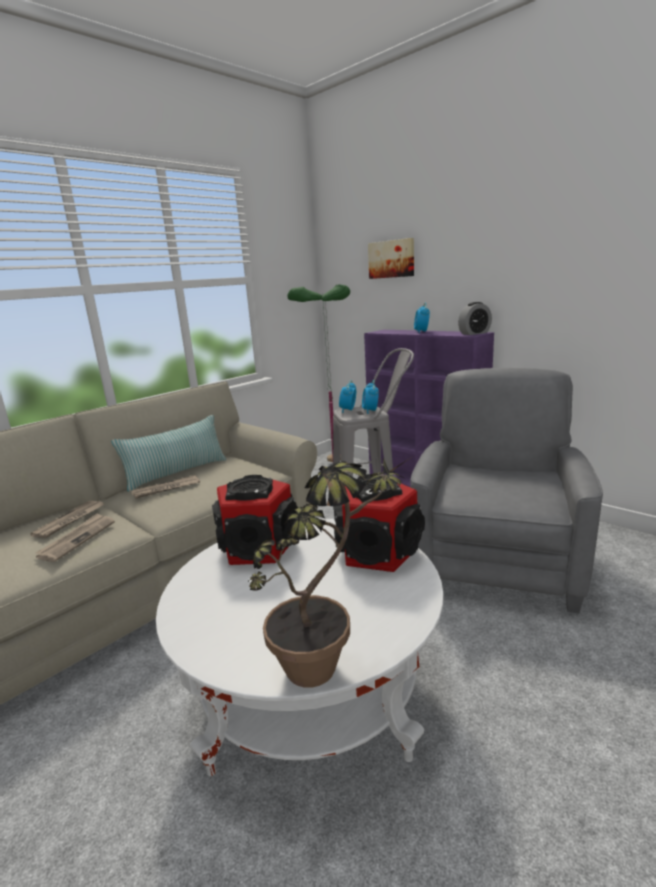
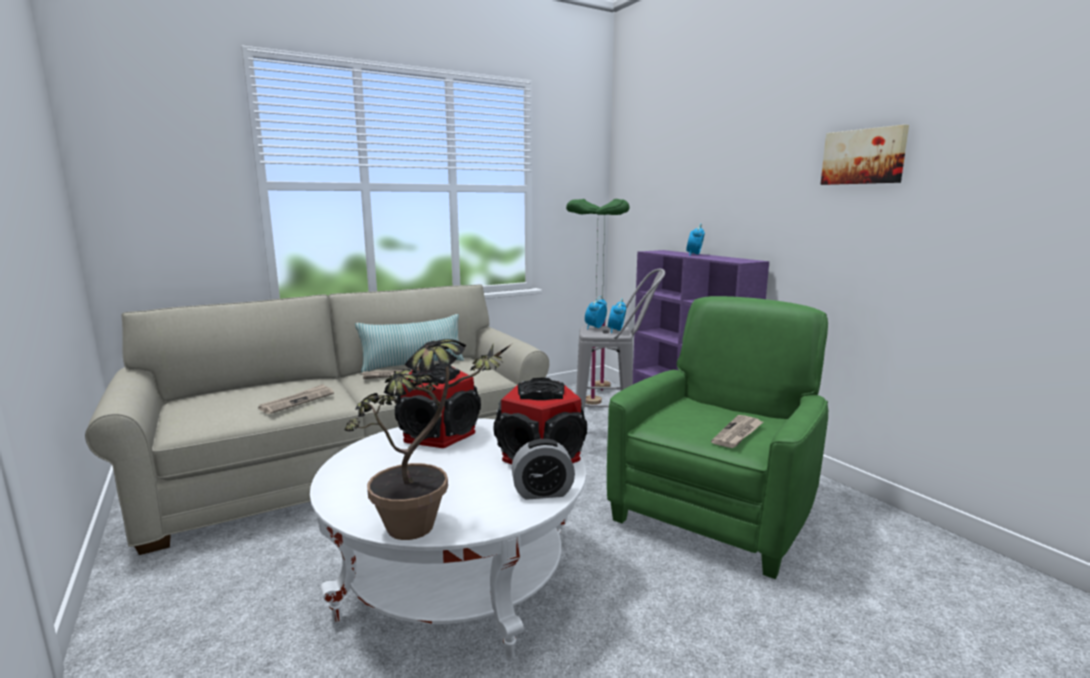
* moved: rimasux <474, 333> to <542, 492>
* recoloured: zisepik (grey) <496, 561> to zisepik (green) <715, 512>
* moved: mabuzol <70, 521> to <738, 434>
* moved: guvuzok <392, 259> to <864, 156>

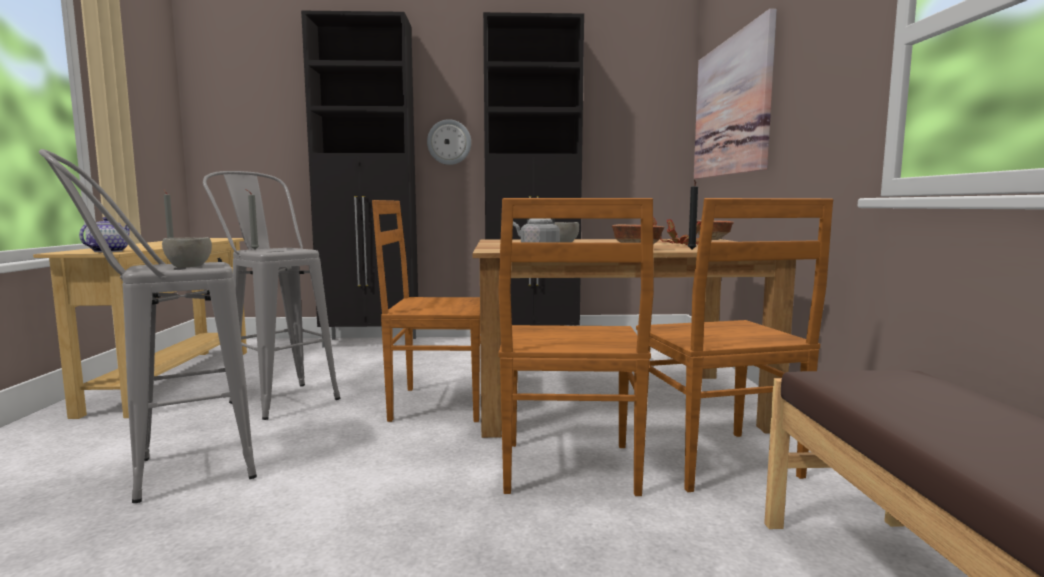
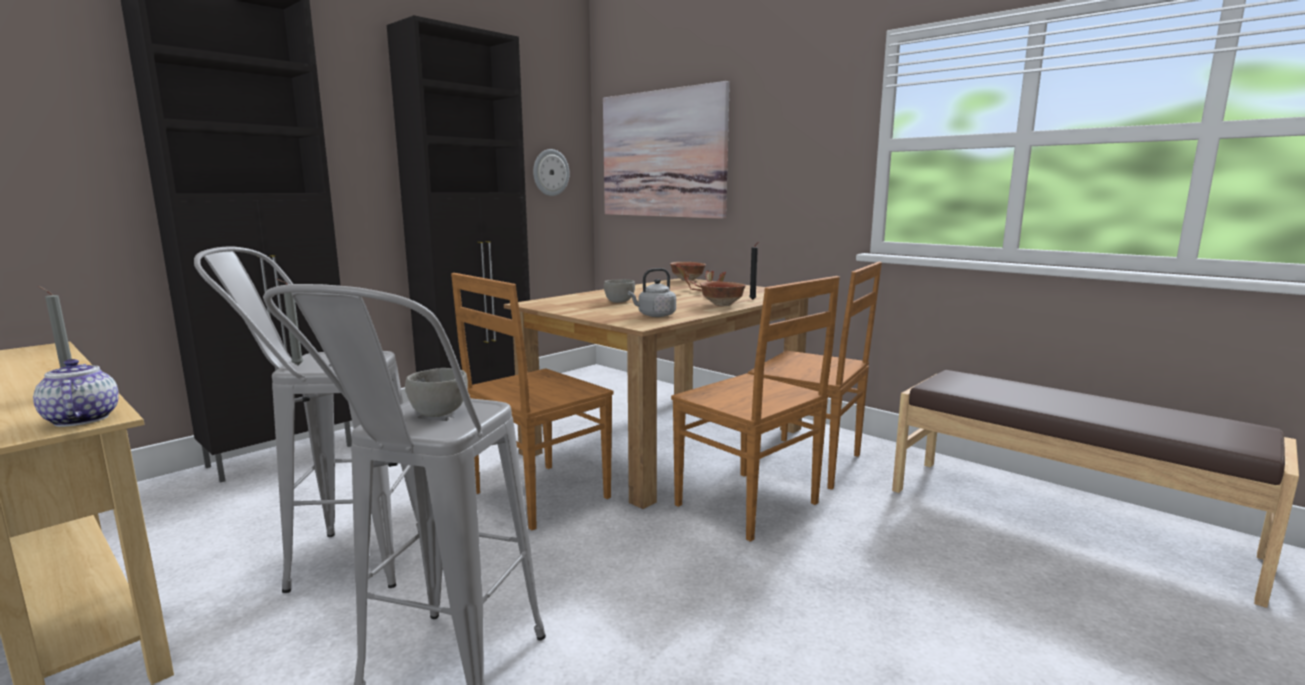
* moved: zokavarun <449, 142> to <550, 172>

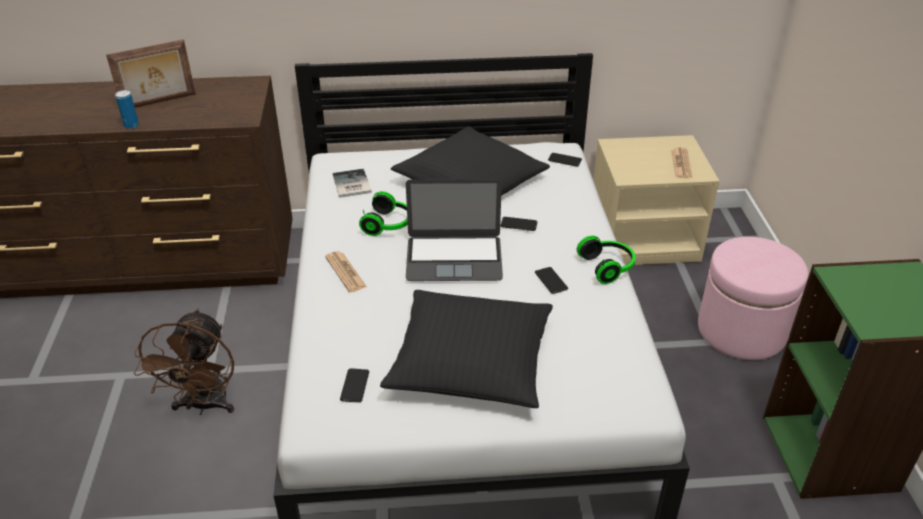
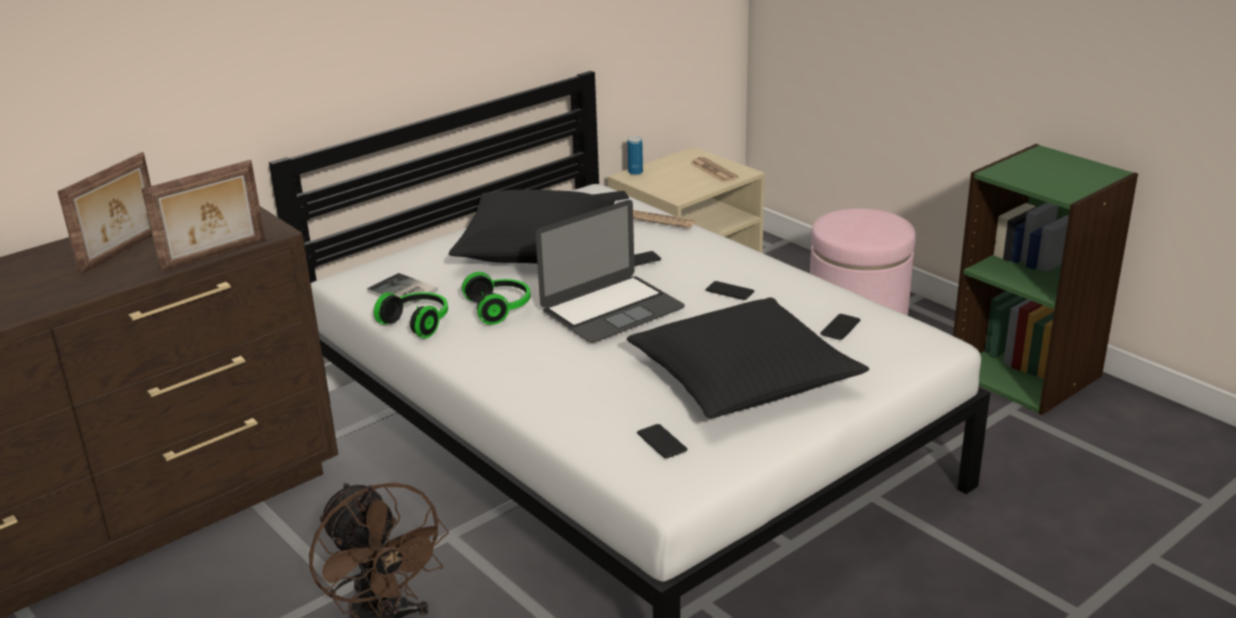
* added: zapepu <215, 256>
* moved: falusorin <608, 267> to <418, 323>
* moved: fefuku <131, 125> to <635, 172>
* moved: mabuzol <345, 272> to <660, 220>
* added: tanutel <840, 327>

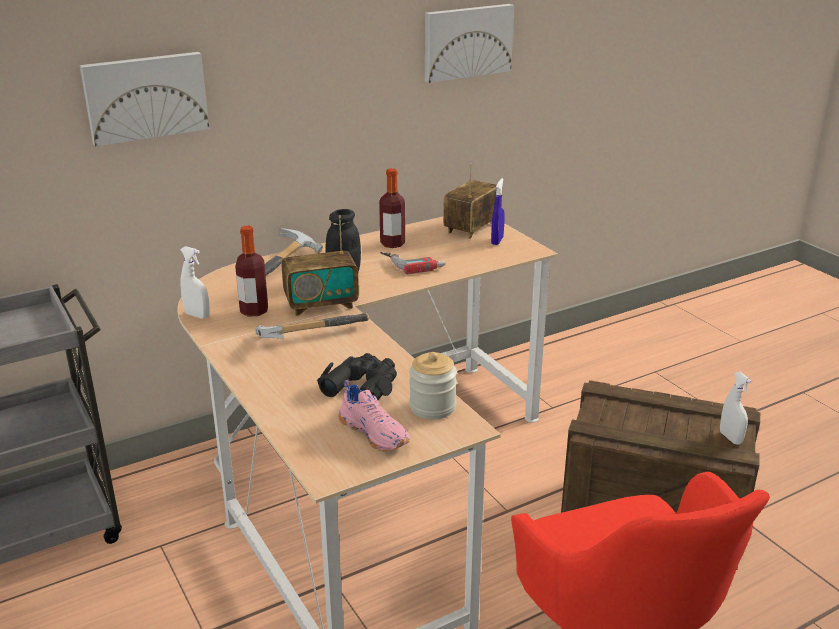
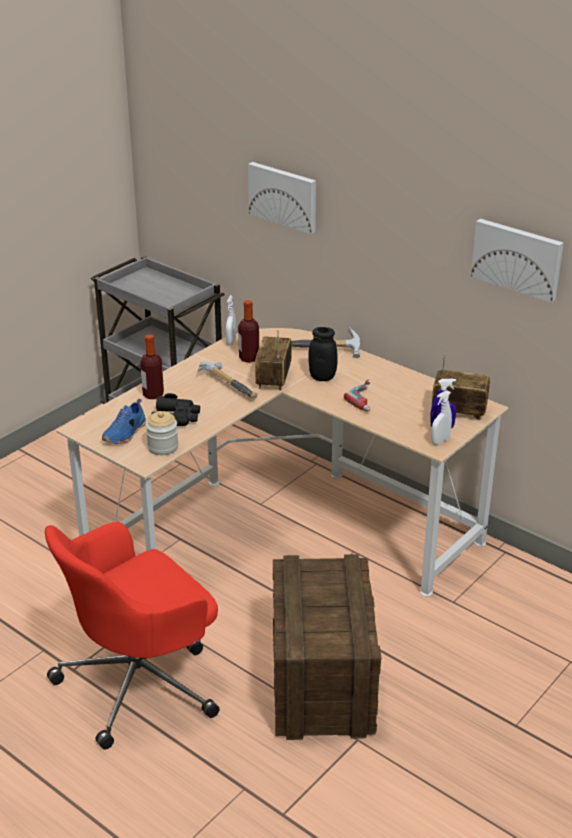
* recoloured: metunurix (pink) <375, 433> to metunurix (blue) <125, 434>
* moved: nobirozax <392, 244> to <153, 394>
* turned: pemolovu <321, 305> = <273, 379> 45 degrees clockwise
* moved: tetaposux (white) <730, 438> to <440, 441>

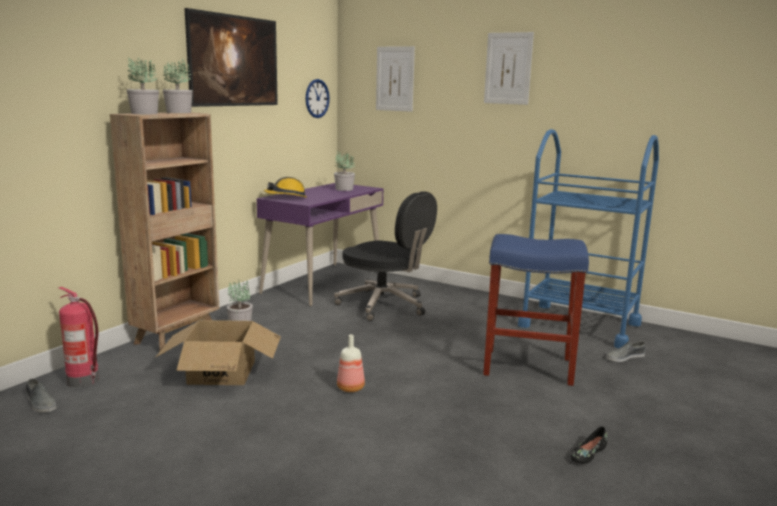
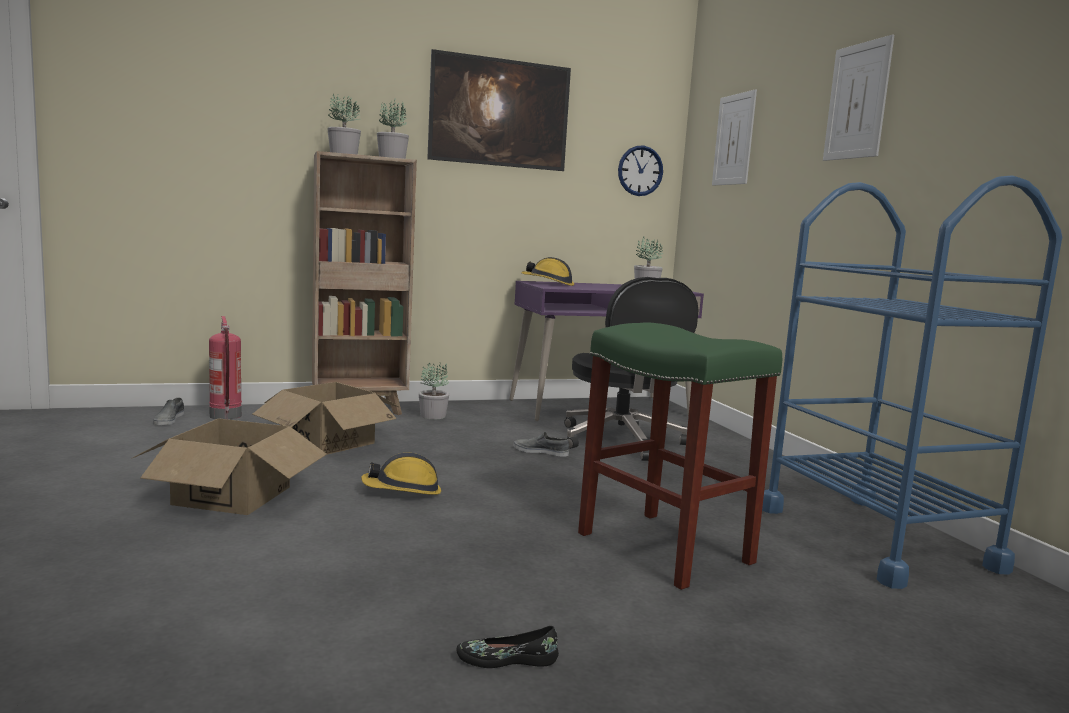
* added: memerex <231, 495>
* replaced: nobirozax <351, 388> to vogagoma <403, 490>
* moved: metunurix (grey) <625, 357> to <541, 451>
* recoloured: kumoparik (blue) <529, 366> to kumoparik (green) <666, 548>

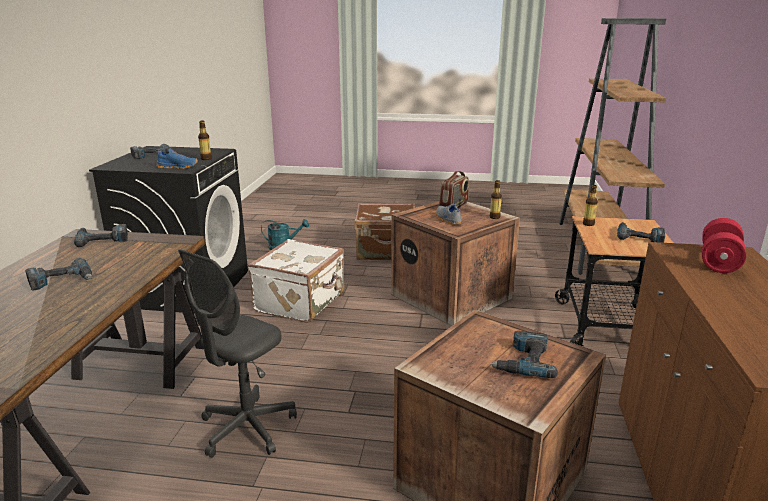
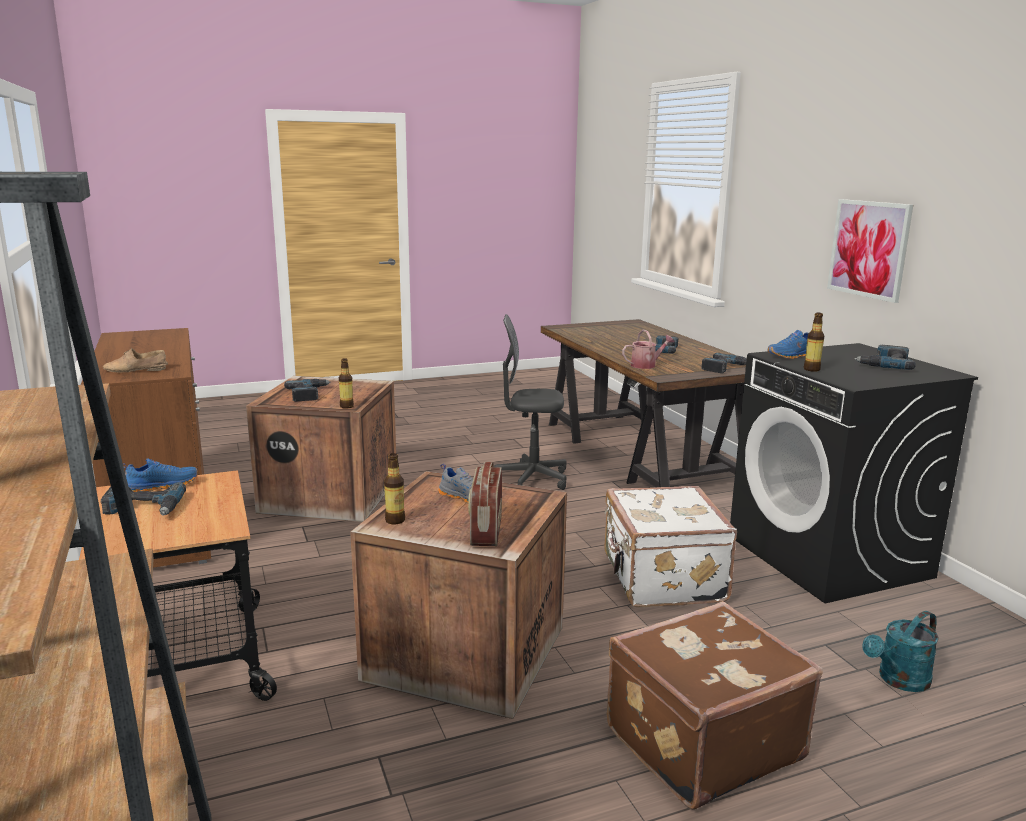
* replaced: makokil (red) <719, 261> to metunurix (beige) <135, 370>
* added: metunurix (blue) <161, 486>
* moved: nobirozax <588, 224> to <346, 406>
* turned: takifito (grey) <247, 428> = <531, 479> 90 degrees counterclockwise
* added: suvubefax <646, 365>
* added: guvuzok <869, 249>

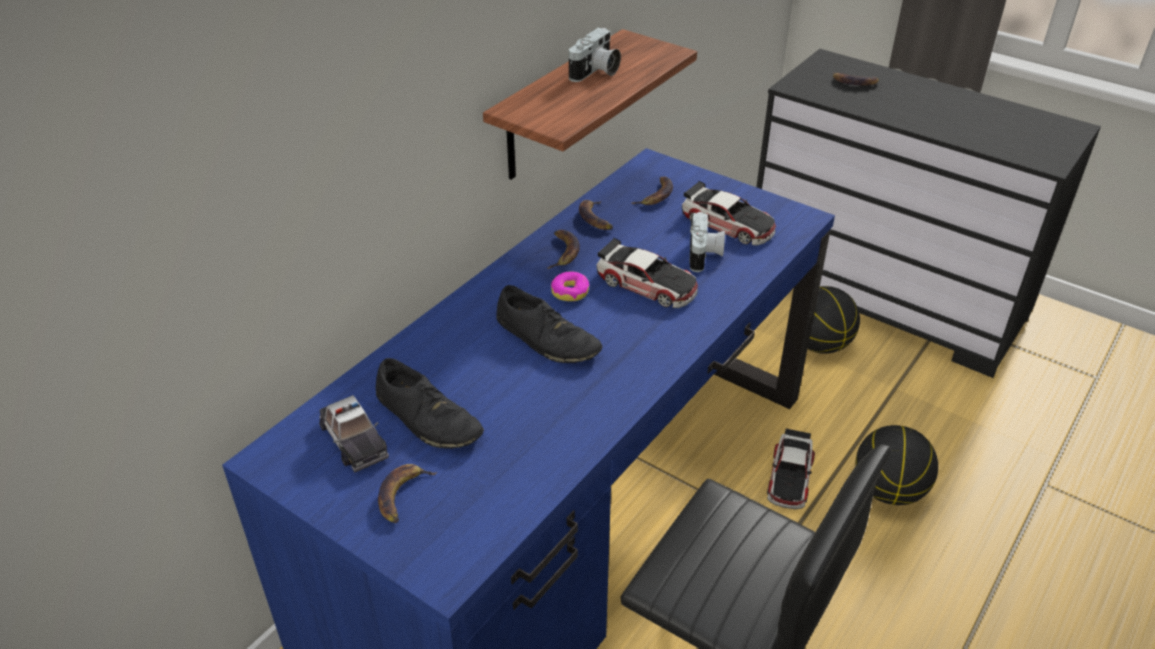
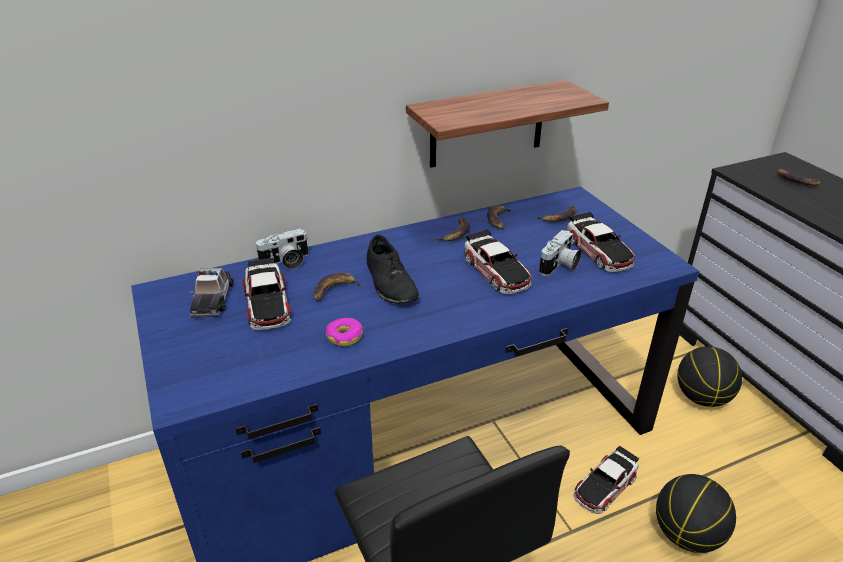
* replaced: metunurix (black) <428, 418> to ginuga <267, 303>
* moved: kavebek <596, 72> to <286, 262>
* moved: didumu <402, 495> to <334, 290>
* moved: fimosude <570, 291> to <345, 336>

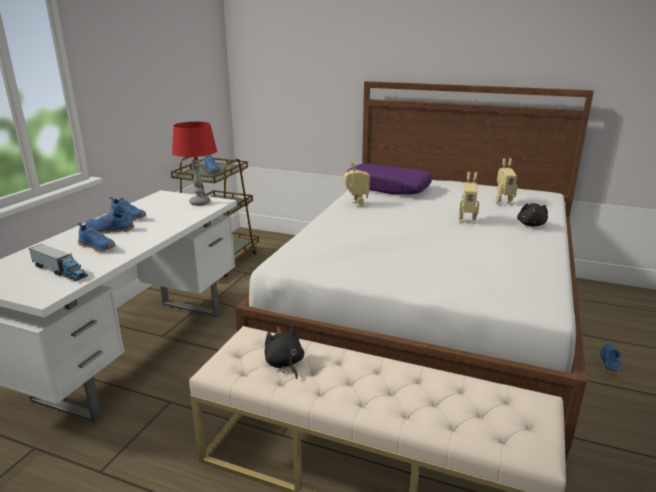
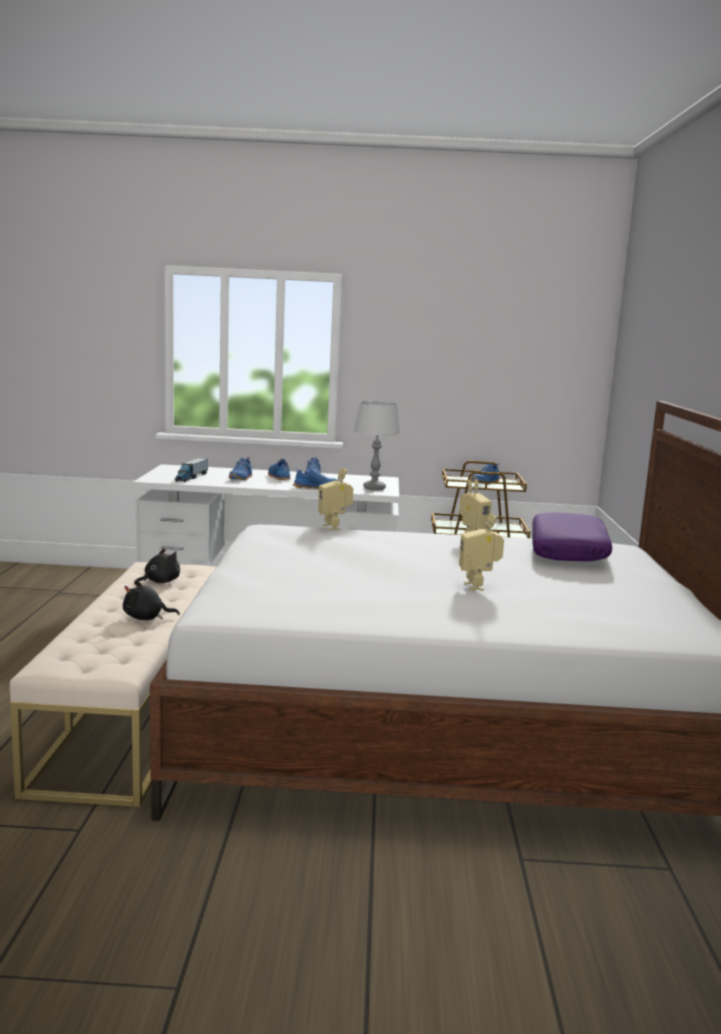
* moved: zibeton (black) <531, 224> to <146, 618>
* moved: metunurix (blue) <608, 363> to <315, 488>
* moved: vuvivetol <502, 202> to <334, 527>
* recoloured: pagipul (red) <200, 203> to pagipul (grey) <374, 488>

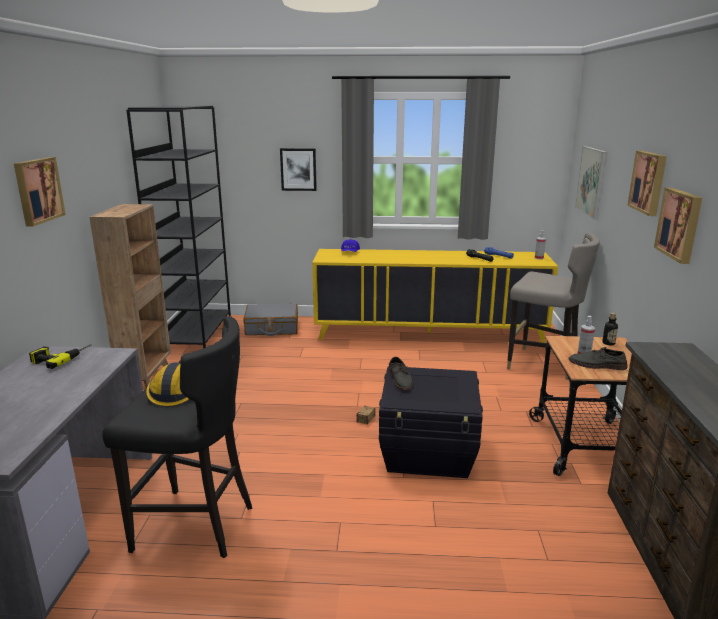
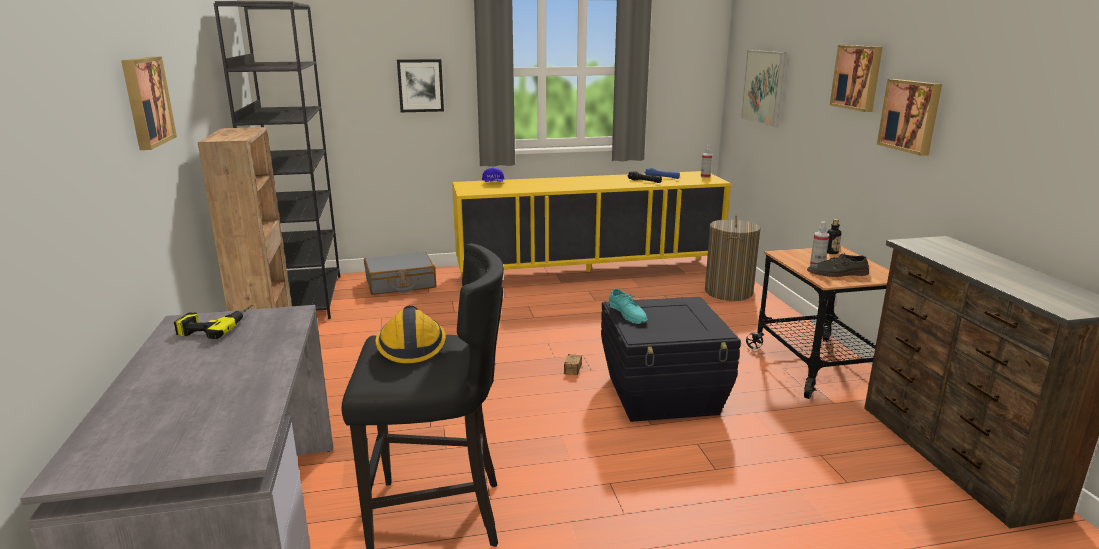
* recoloured: metunurix (grey) <400, 379> to metunurix (turquoise) <628, 313>
* replaced: kumoparik (grey) <543, 365> to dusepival <728, 292>

